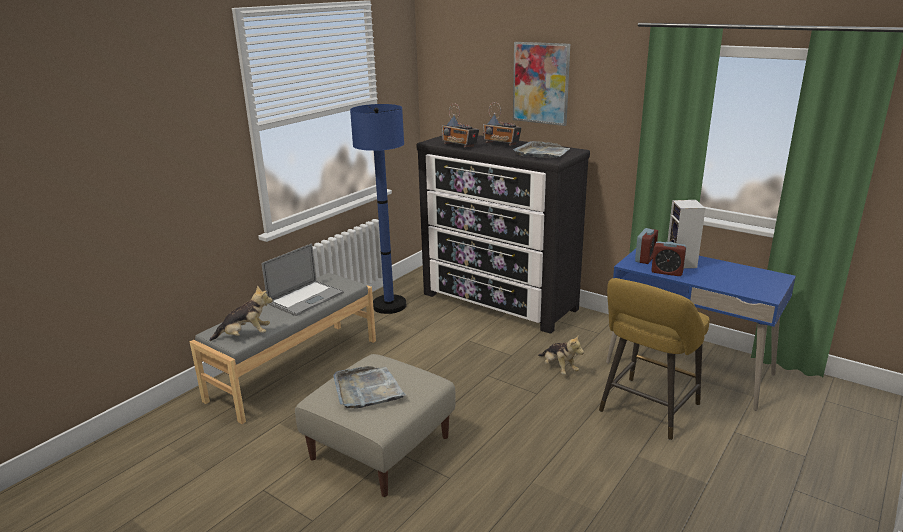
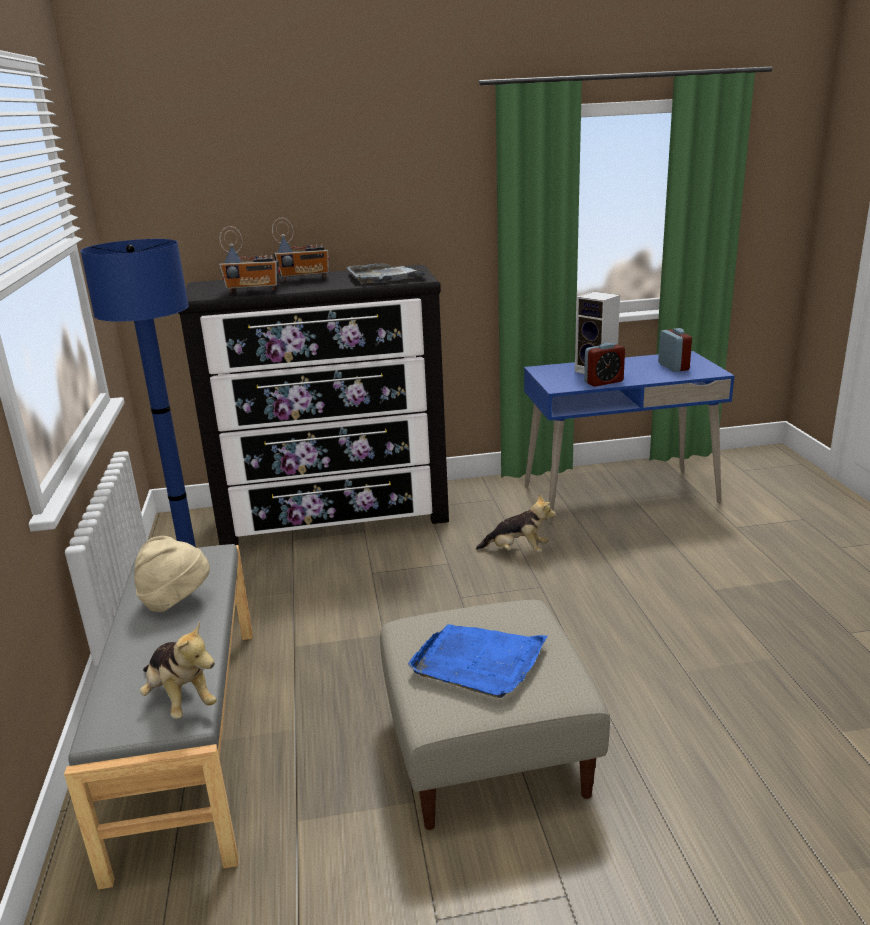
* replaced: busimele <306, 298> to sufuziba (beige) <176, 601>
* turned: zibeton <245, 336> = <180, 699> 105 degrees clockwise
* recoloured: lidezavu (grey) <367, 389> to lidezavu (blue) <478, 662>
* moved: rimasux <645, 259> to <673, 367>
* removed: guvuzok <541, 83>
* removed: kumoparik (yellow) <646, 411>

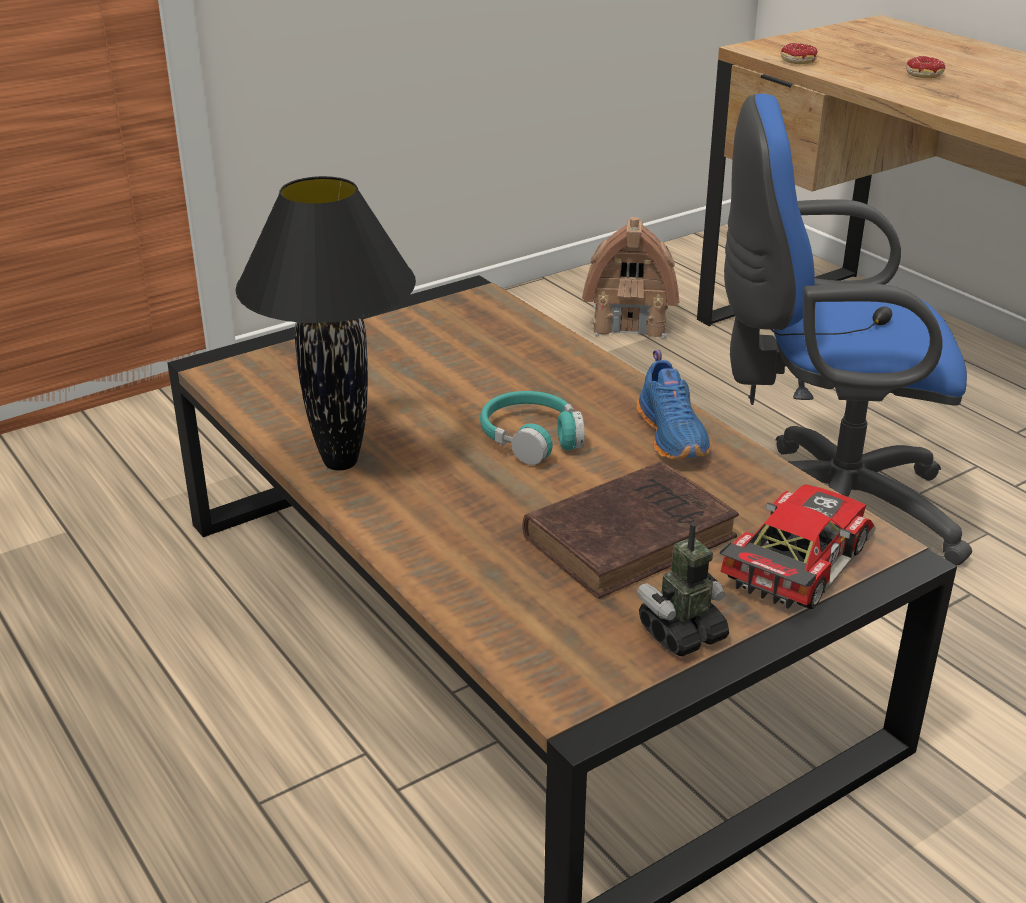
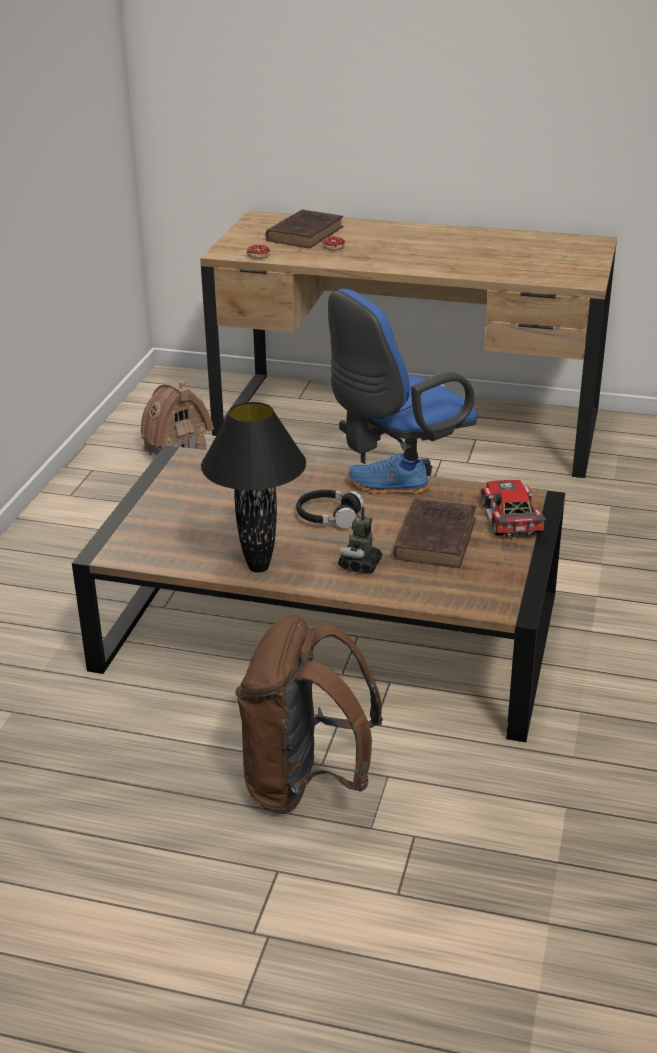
* added: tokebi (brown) <305, 784>
* added: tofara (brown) <306, 233>
* recoloured: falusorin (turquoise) <531, 438> to falusorin (black) <328, 516>
* moved: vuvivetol <682, 633> to <360, 565>
* turned: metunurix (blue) <674, 435> = <388, 487> 150 degrees clockwise

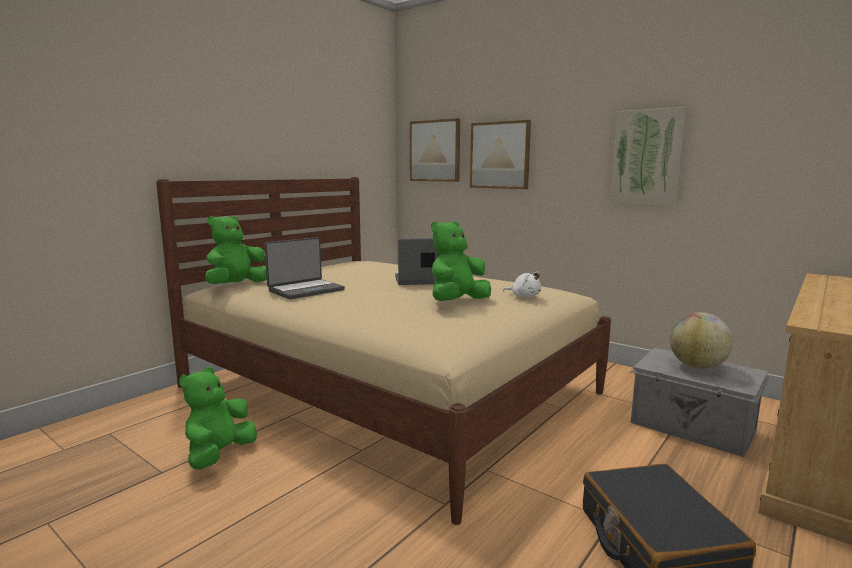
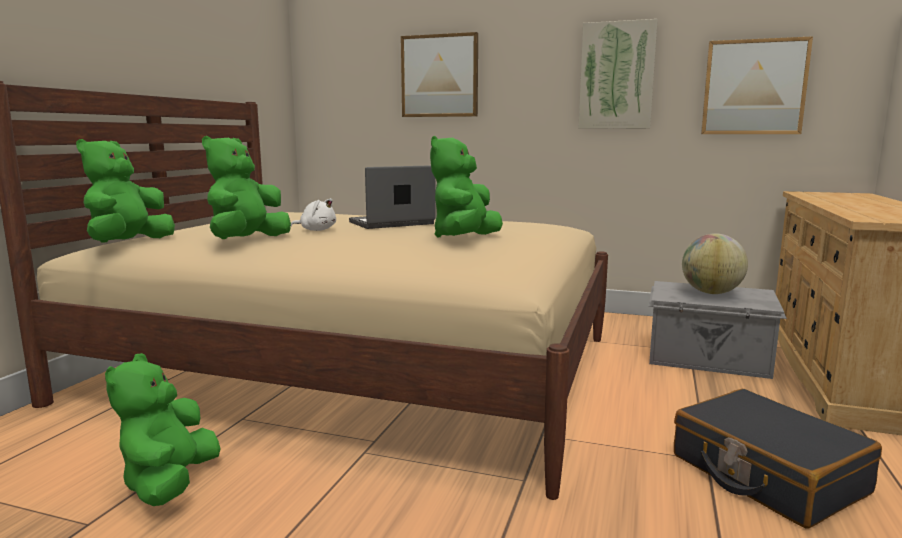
* replaced: busimele <305, 290> to zibeton (green) <247, 241>
* moved: zibeton (white) <524, 296> to <316, 230>
* moved: guvuzok <435, 151> to <754, 87>

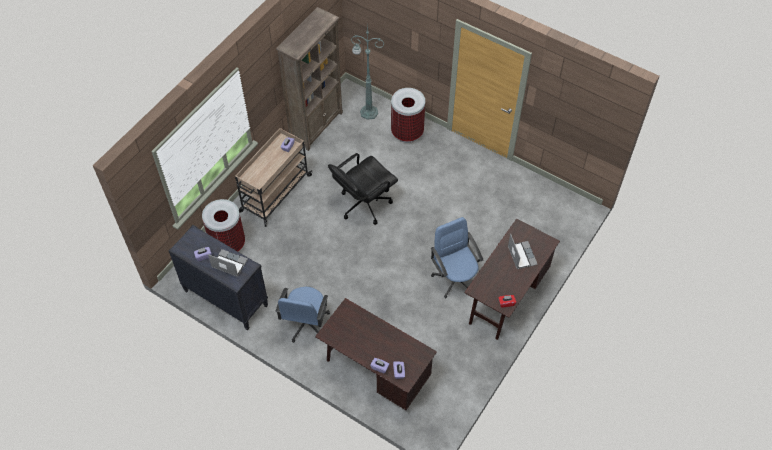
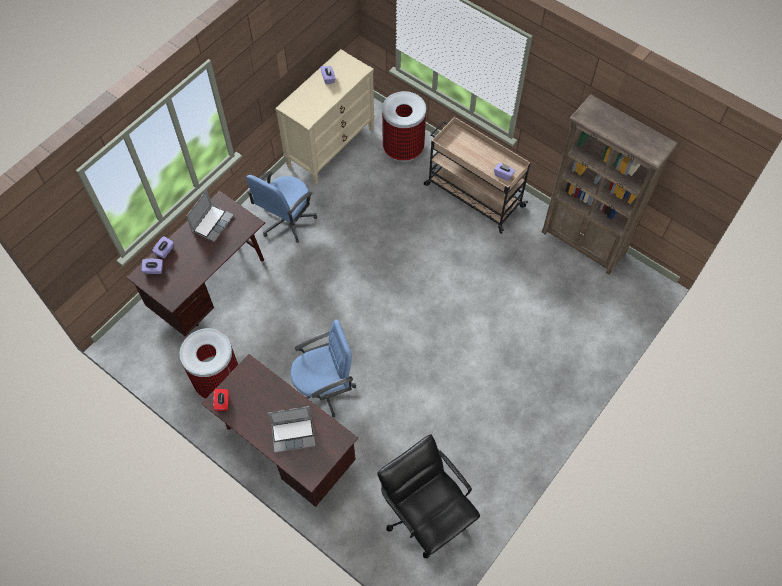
* moved: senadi <407, 132> to <218, 381>
* moved: busimele <229, 264> to <212, 223>
* turned: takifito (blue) <305, 323> = <286, 220> 75 degrees counterclockwise
* recoloured: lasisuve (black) <225, 298> to lasisuve (beige) <330, 147>
* moved: takifito (black) <364, 204> to <425, 515>
* removed: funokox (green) <368, 112>

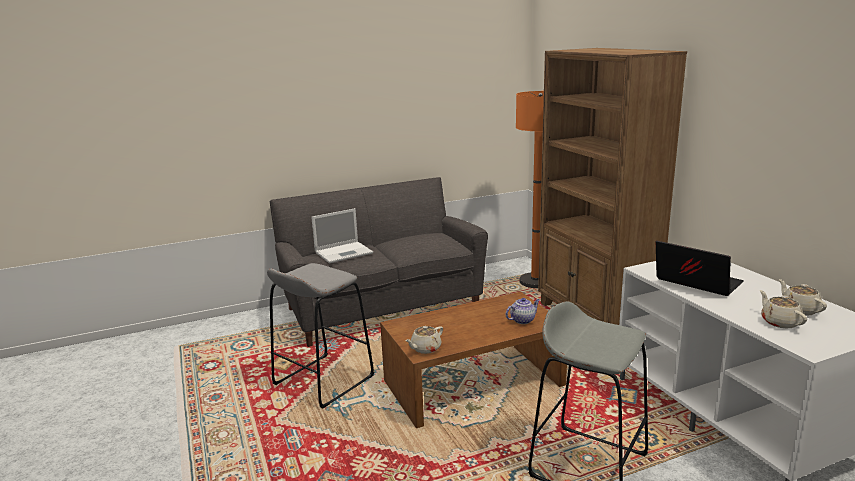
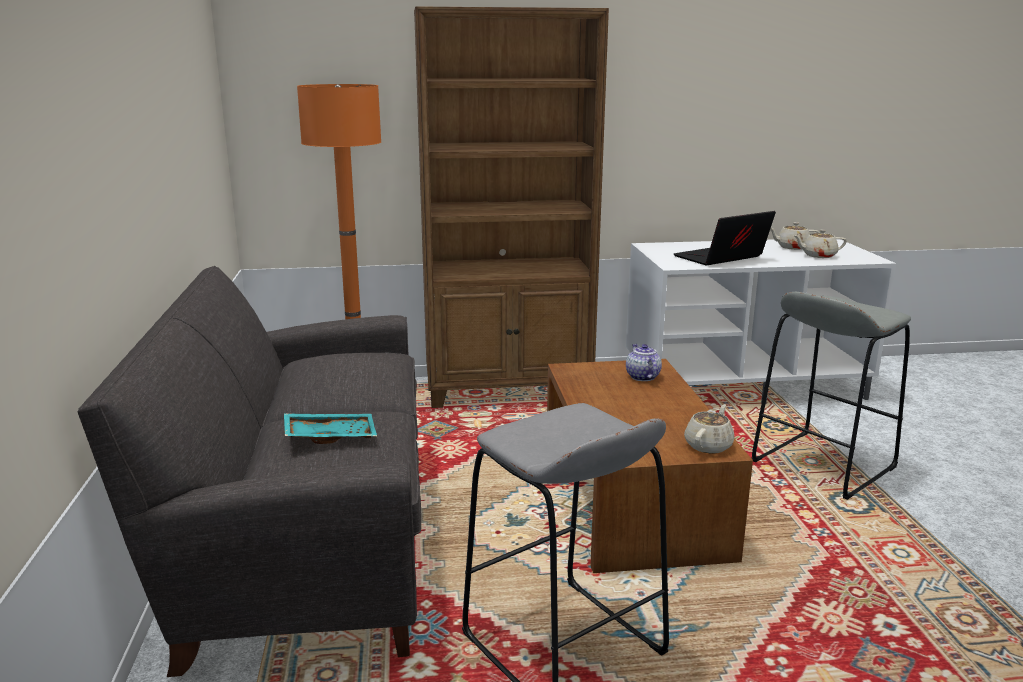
* replaced: busimele <344, 252> to lidezavu (turquoise) <330, 436>
* turned: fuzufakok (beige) <425, 348> = <709, 445> 120 degrees counterclockwise

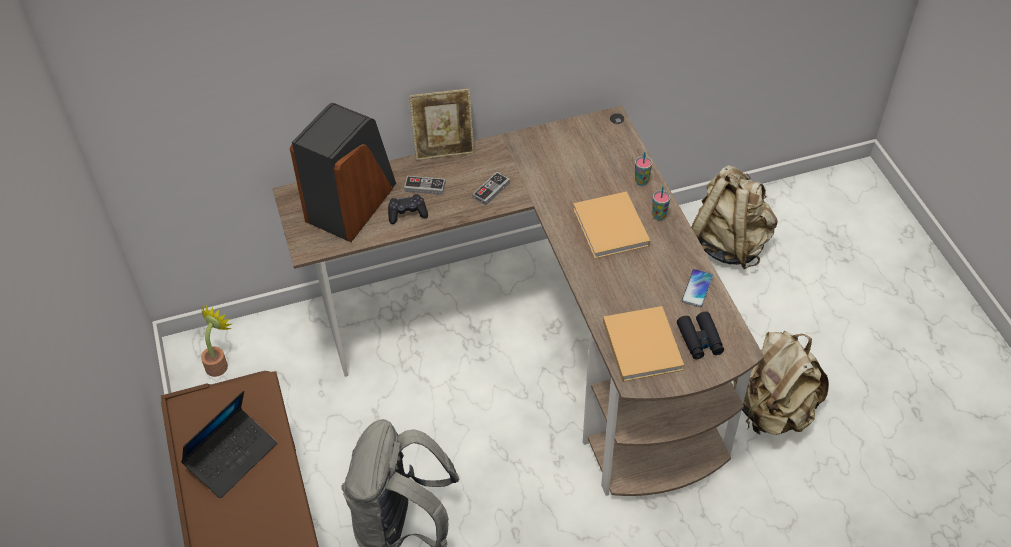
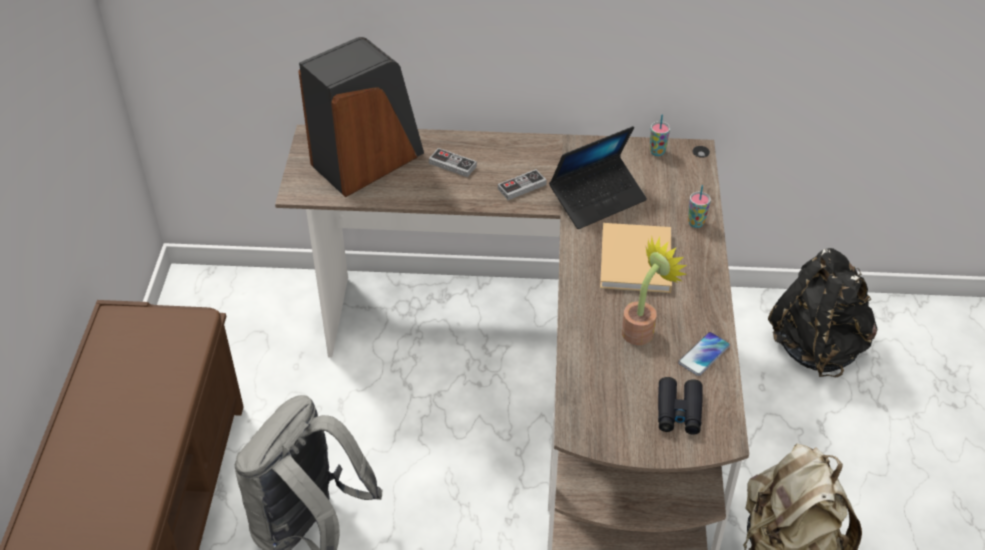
* moved: busimele <232, 457> to <597, 199>
* moved: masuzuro <219, 363> to <642, 329>
* moved: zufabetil <659, 216> to <657, 152>
* recoloured: tokebi (beige) <729, 243> to tokebi (black) <817, 346>
* removed: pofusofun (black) <407, 213>
* removed: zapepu <444, 149>
* removed: tofara (beige) <641, 343>

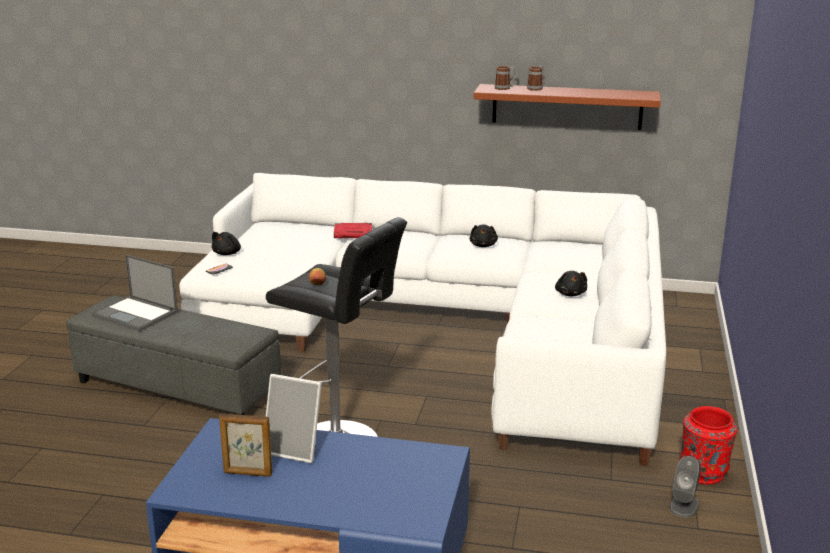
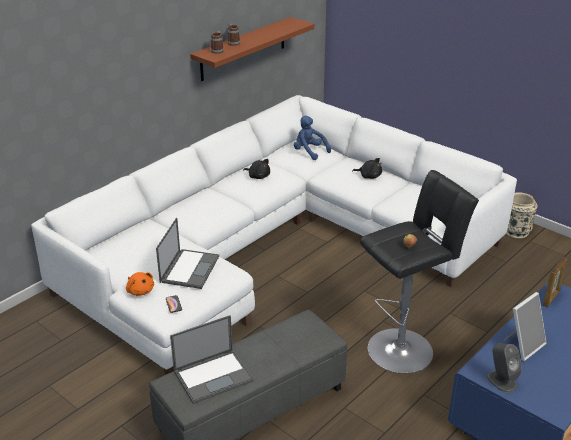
* recoloured: zibeton (black) <227, 253> to zibeton (orange) <140, 291>
* added: busimele <189, 268>
* added: zibeton (blue) <309, 152>
* moved: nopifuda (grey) <684, 505> to <501, 381>
* recoloured: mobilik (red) <703, 472> to mobilik (beige) <515, 231>
* moved: zapepu <247, 473> to <551, 298>
* removed: tofara (red) <353, 234>

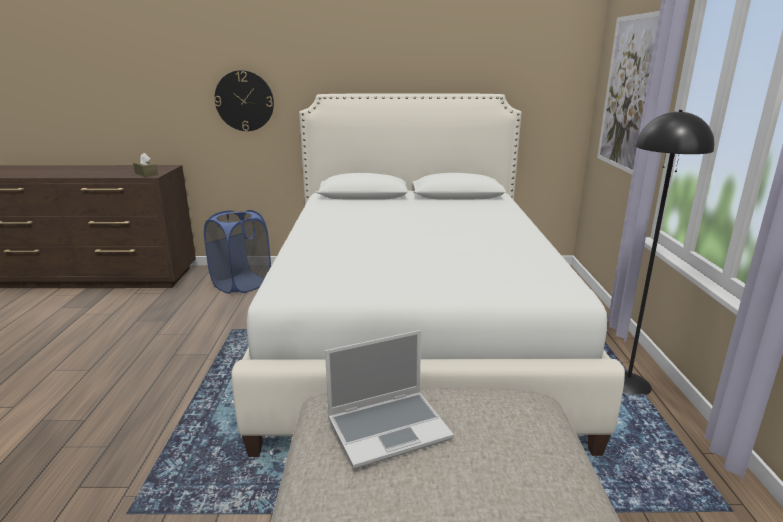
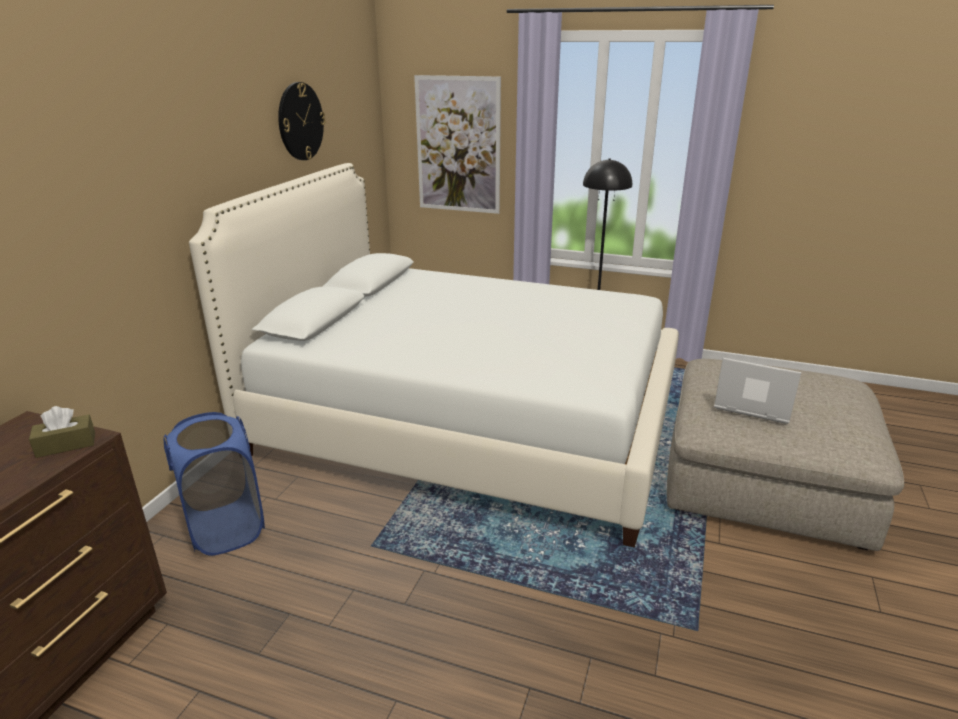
* moved: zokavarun <244, 101> to <300, 121>
* turned: busimele <389, 428> = <751, 405> 60 degrees counterclockwise

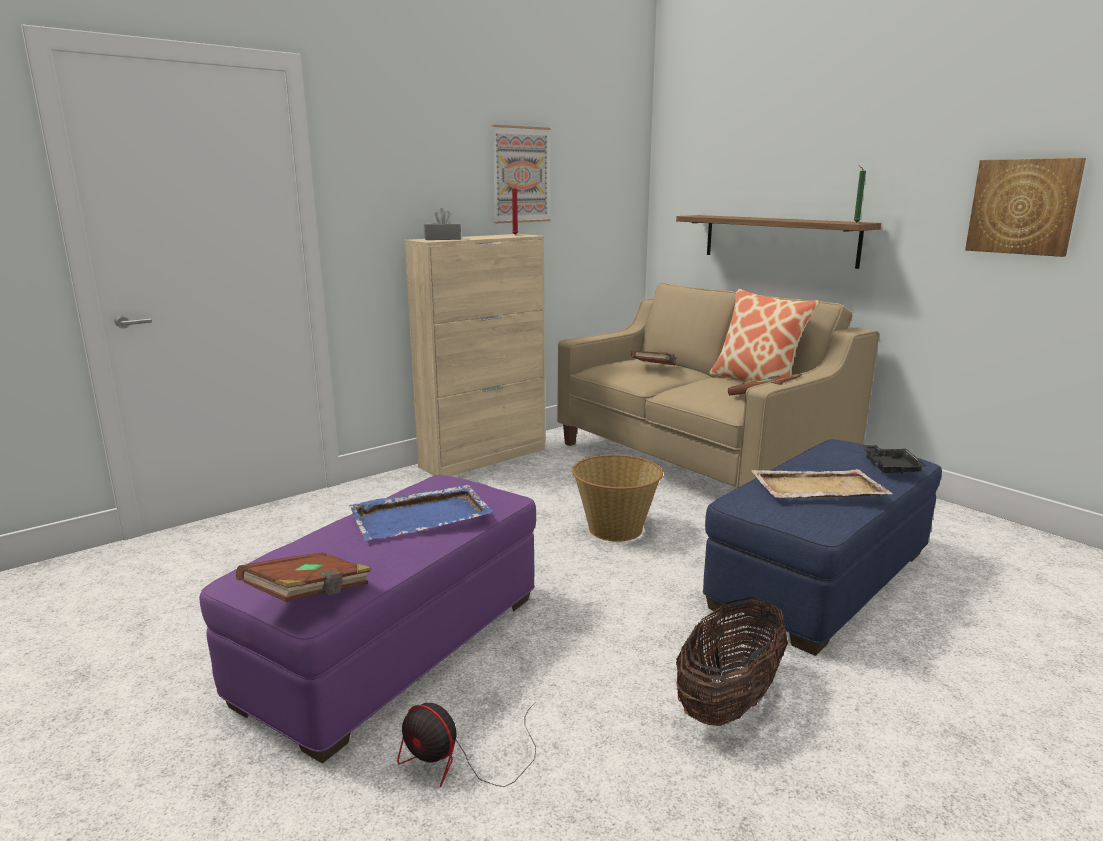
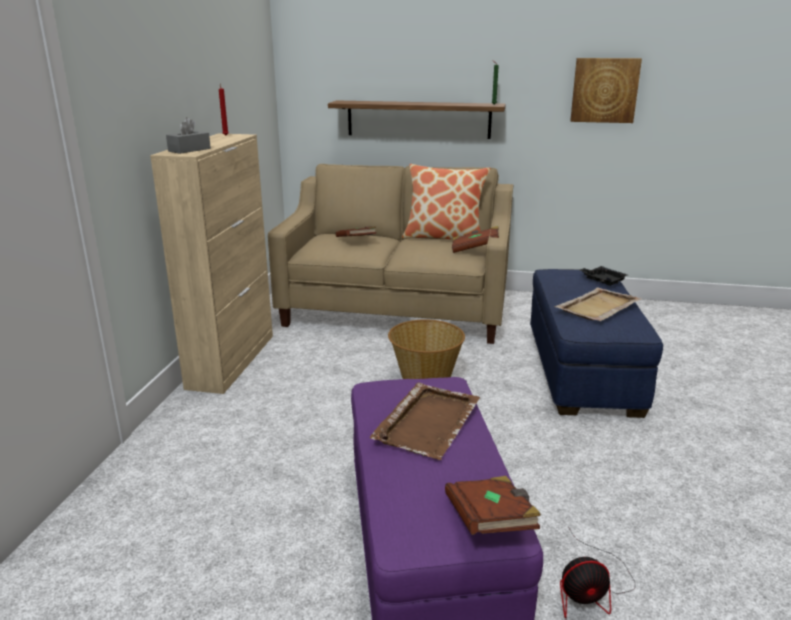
* recoloured: lidezavu (blue) <422, 516> to lidezavu (brown) <428, 422>
* removed: guvuzok <520, 175>
* removed: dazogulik <728, 701>

